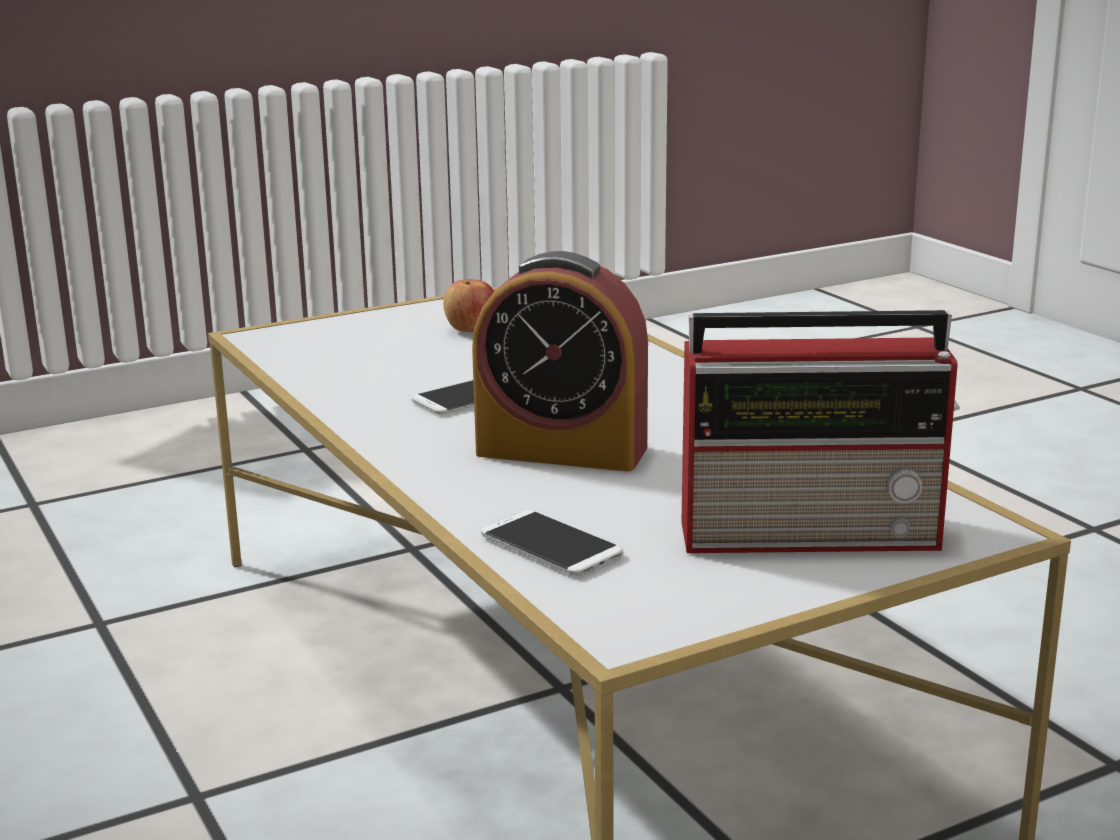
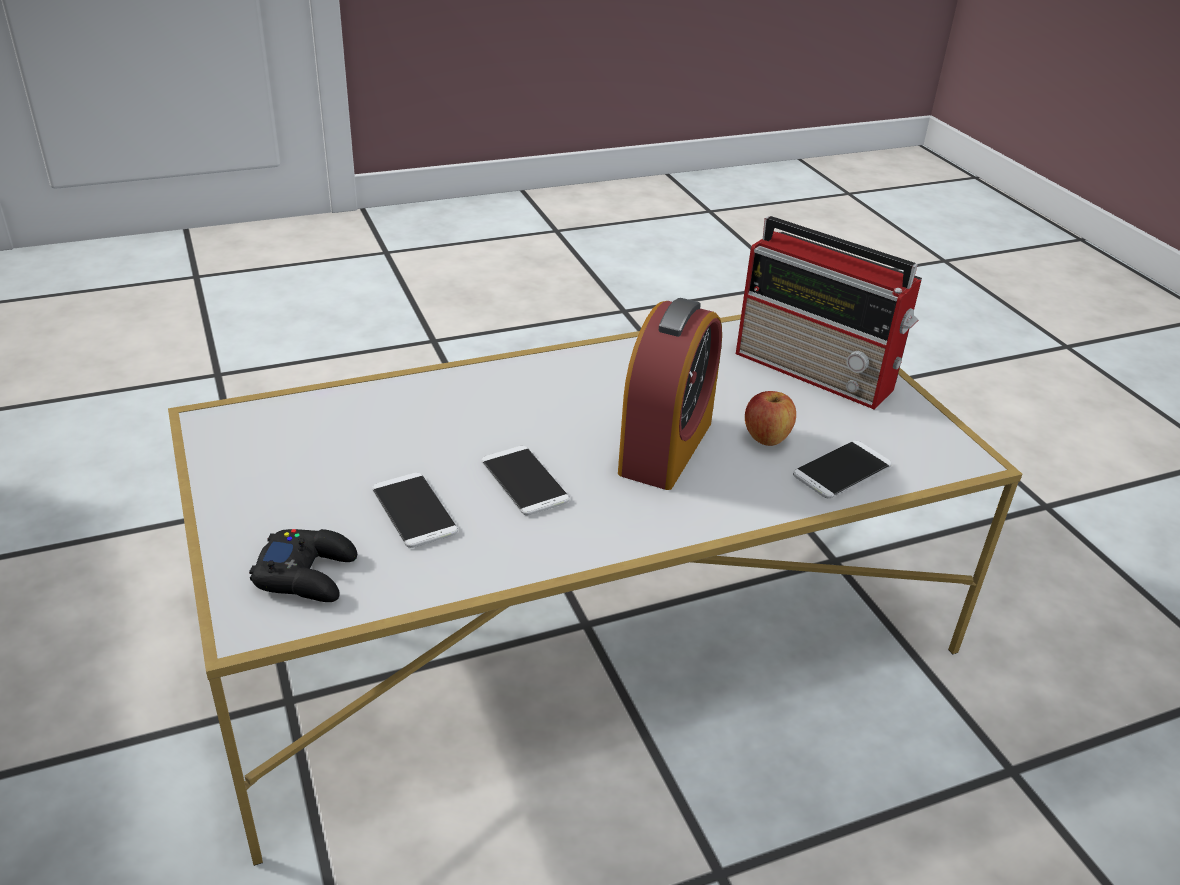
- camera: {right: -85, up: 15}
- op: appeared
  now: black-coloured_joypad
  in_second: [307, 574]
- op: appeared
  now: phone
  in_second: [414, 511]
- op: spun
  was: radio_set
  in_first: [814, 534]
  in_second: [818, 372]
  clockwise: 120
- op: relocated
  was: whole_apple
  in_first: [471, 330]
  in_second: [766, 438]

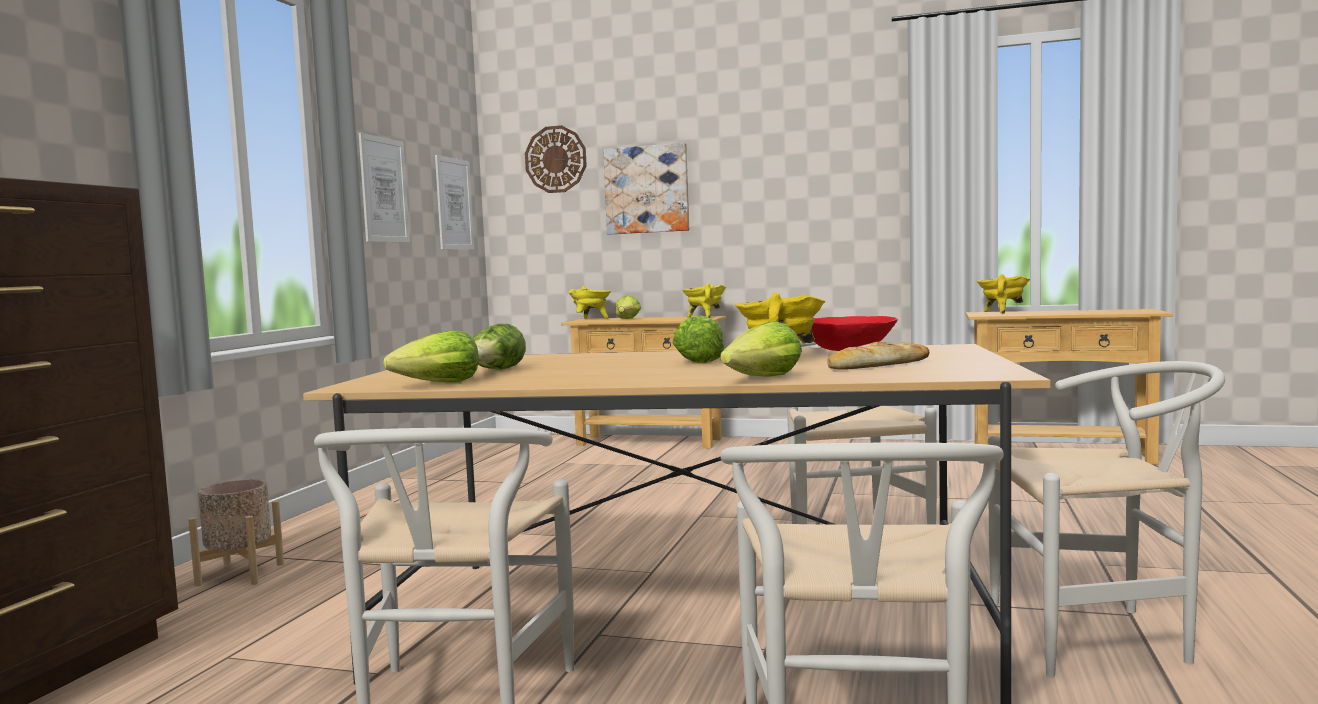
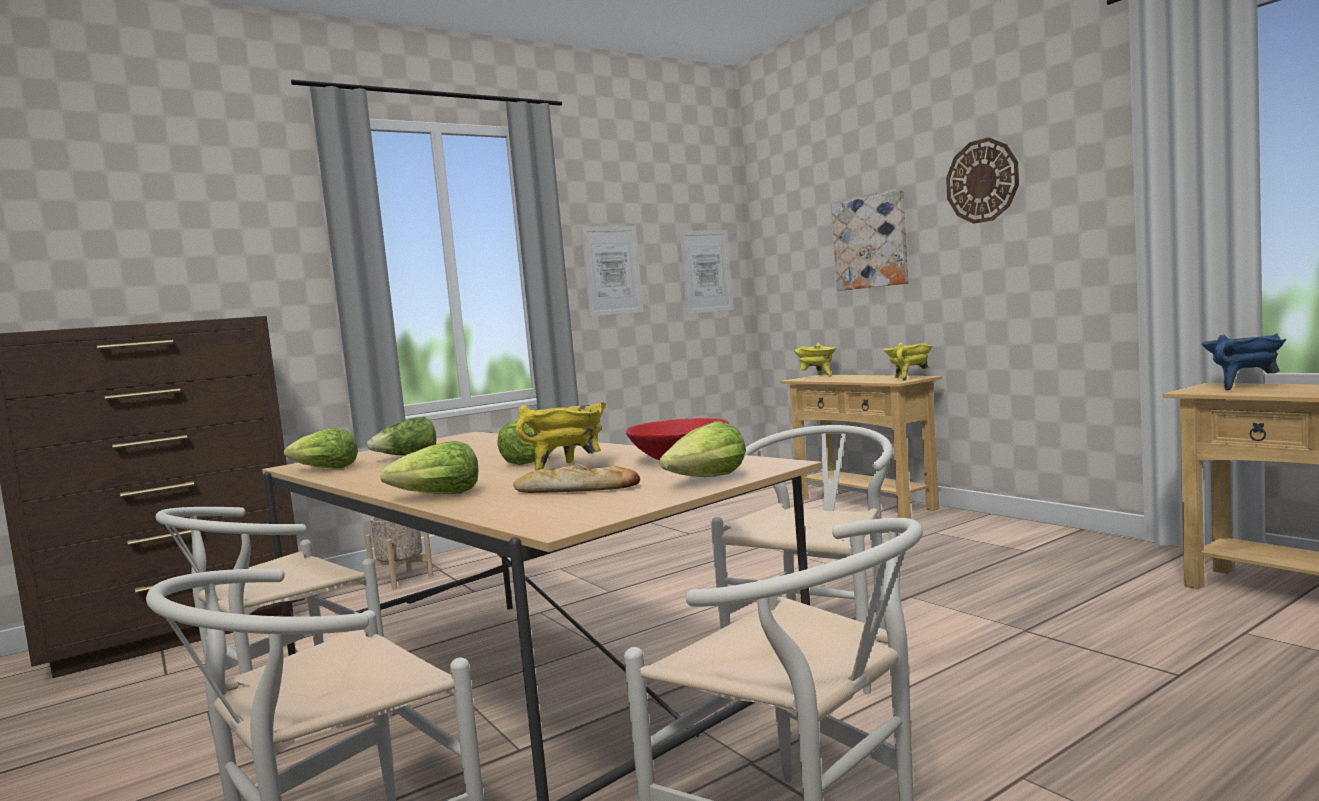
- camera: {right: 40, up: 0}
- op: relocated
  was: lettuce
  in_first: [627, 319]
  in_second: [708, 479]
- op: relocated
  was: hanging_clock
  in_first: [556, 159]
  in_second: [982, 181]
- op: colour
  was: yellow-coloured_cooking_pot
  now: blue-coloured_cooking_pot
  in_first: [1002, 312]
  in_second: [1242, 386]

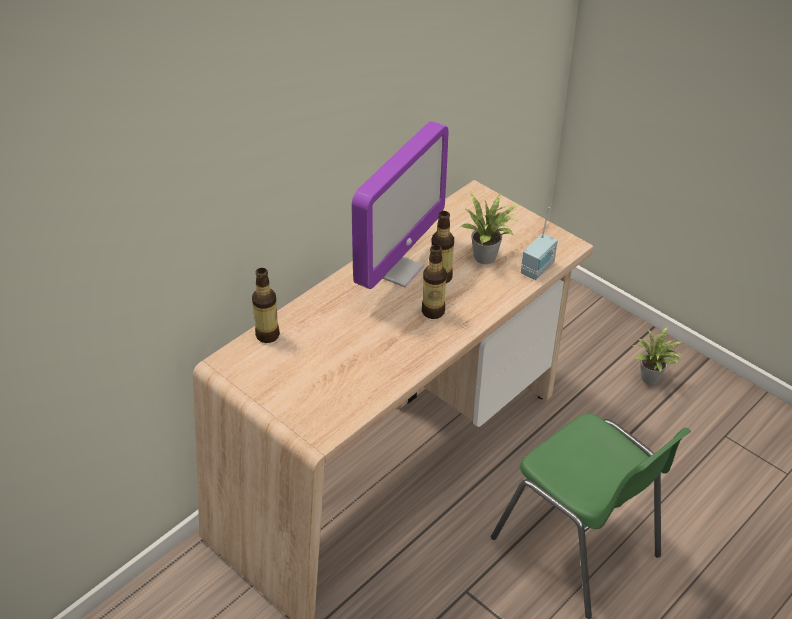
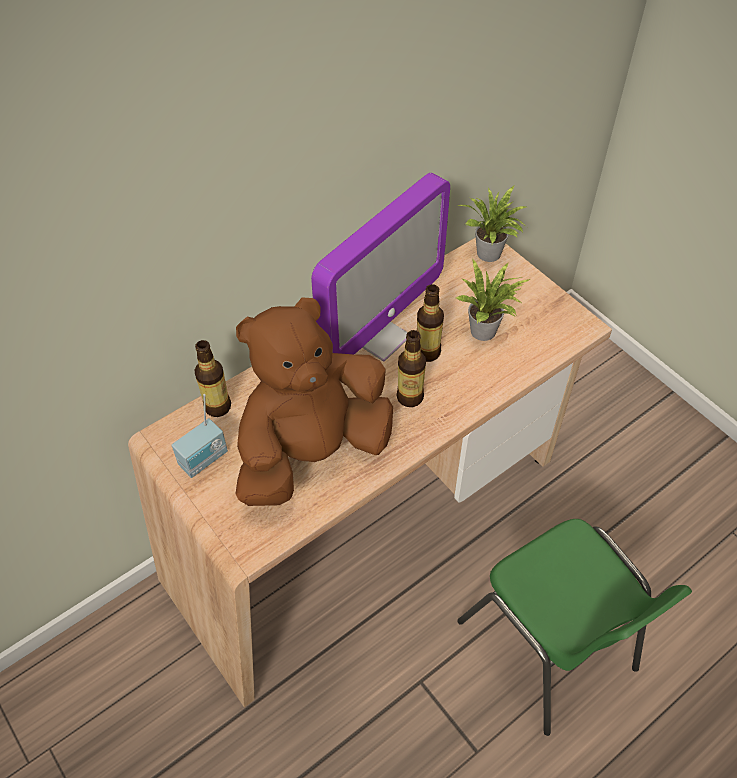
- camera: {right: 10, up: 10}
- op: relocated
  was: radio_set
  in_first: [538, 269]
  in_second: [204, 460]
- op: appeared
  now: brown-coloured_soft_toy
  in_second: [312, 451]
- op: relocated
  was: houseplant
  in_first: [651, 379]
  in_second: [490, 255]

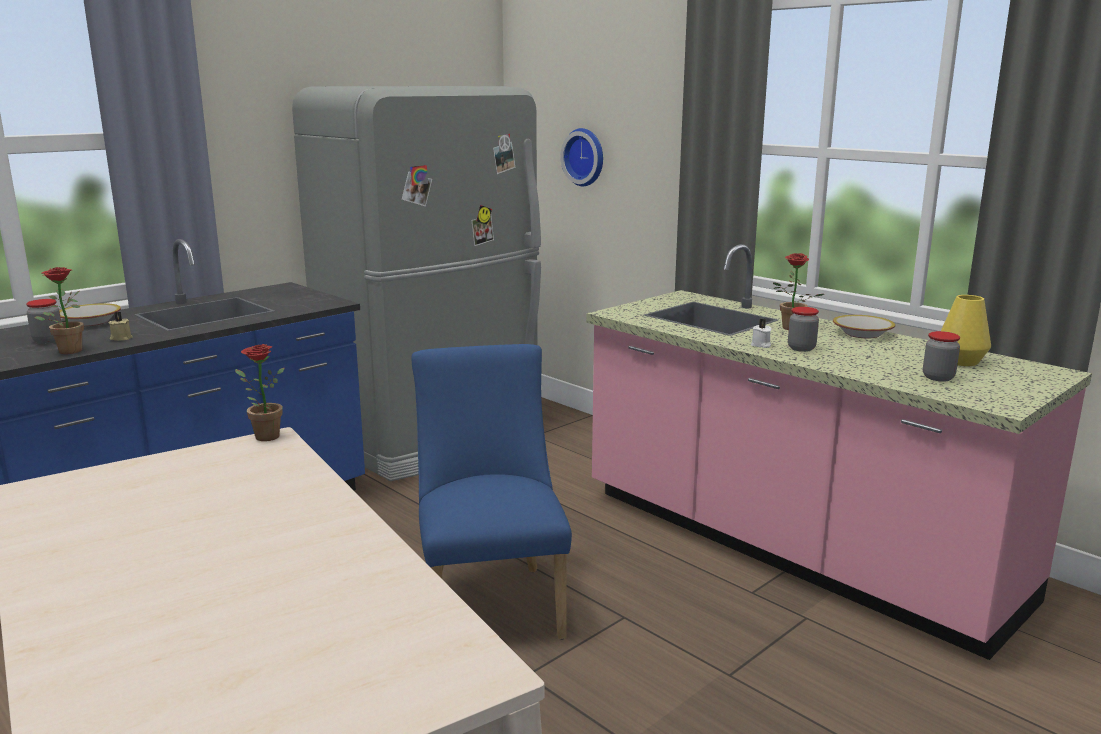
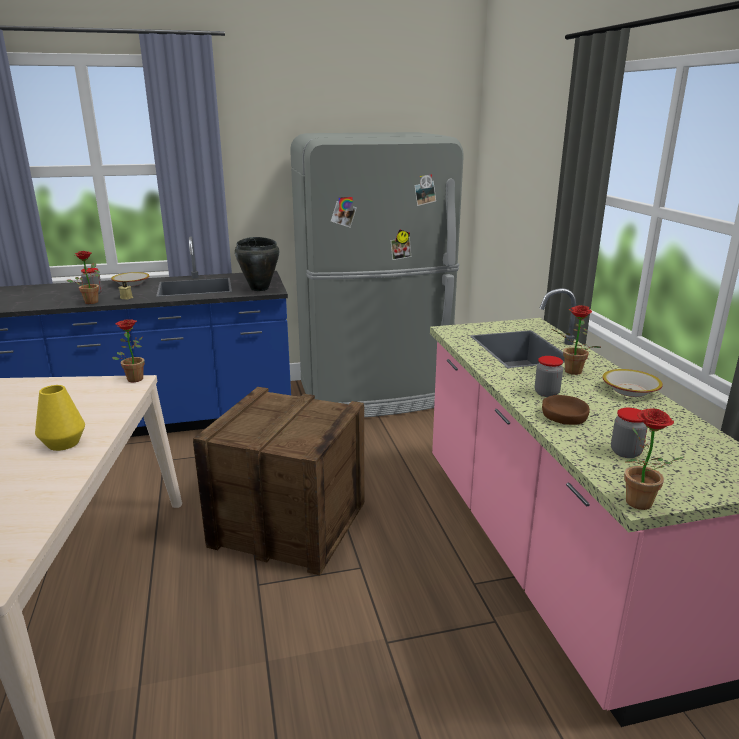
- camera: {right: 30, up: 5}
- op: relocated
  was: yellow-coloured_flower_vase
  in_first: [960, 361]
  in_second: [63, 443]
- op: exchanged
  was: blue-coloured_chair
  now: shipping_crate
  in_first: [491, 601]
  in_second: [289, 523]
- op: appeared
  now: black-coloured_cooking_pot
  in_second: [260, 288]
- op: appeared
  now: brown-coloured_bowl
  in_second: [564, 416]
- op: appeared
  now: houseplant
  in_second: [639, 506]
- op: missing
  was: hanging_clock
  in_first: [585, 157]
- op: missing
  was: whitish_candle
  in_first: [761, 345]

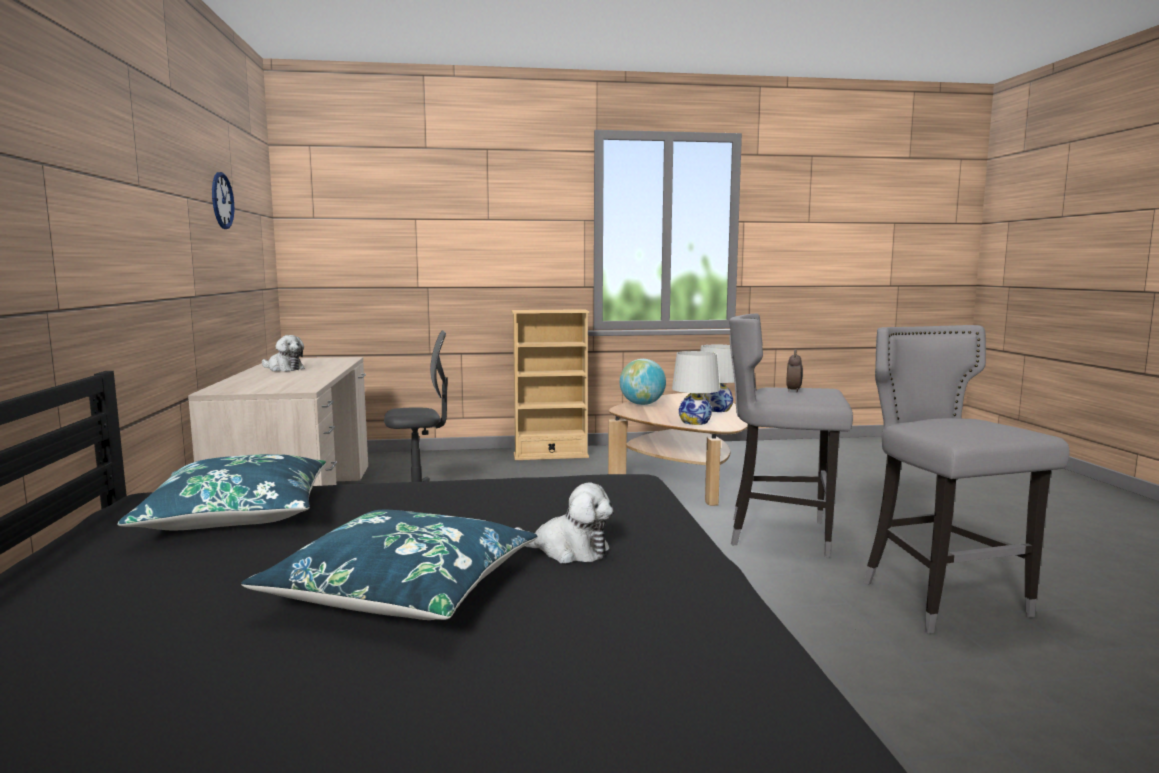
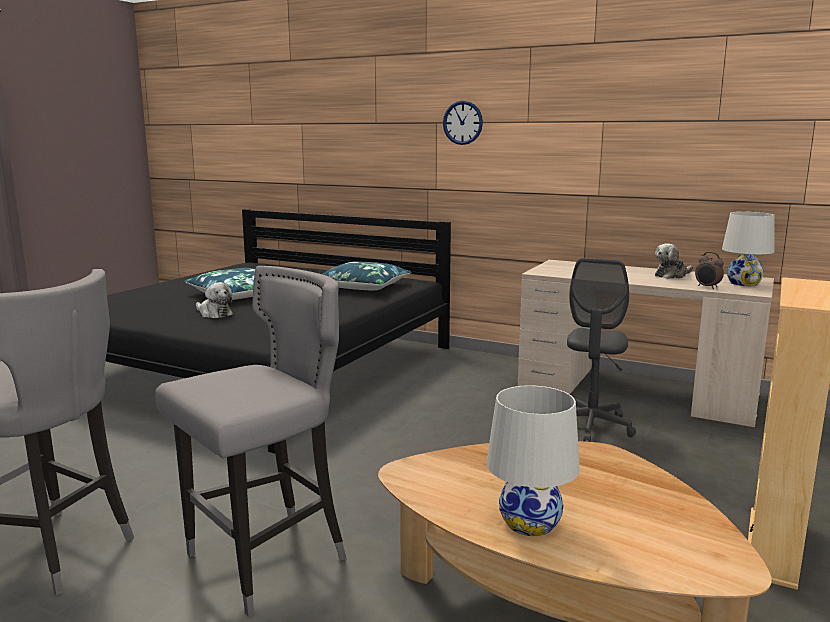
- camera: {right: 125, up: 5}
- op: spun
  was: soft_toy
  in_first: [568, 550]
  in_second: [214, 314]
  clockwise: -105
- op: relocated
  was: hanging_clock
  in_first: [222, 200]
  in_second: [462, 122]
- op: relocated
  was: bedside_clock
  in_first: [794, 391]
  in_second: [707, 287]
- op: relocated
  was: whitish_lamp_for_a_table
  in_first: [695, 422]
  in_second: [743, 283]
- op: missing
  was: globe
  in_first: [642, 404]

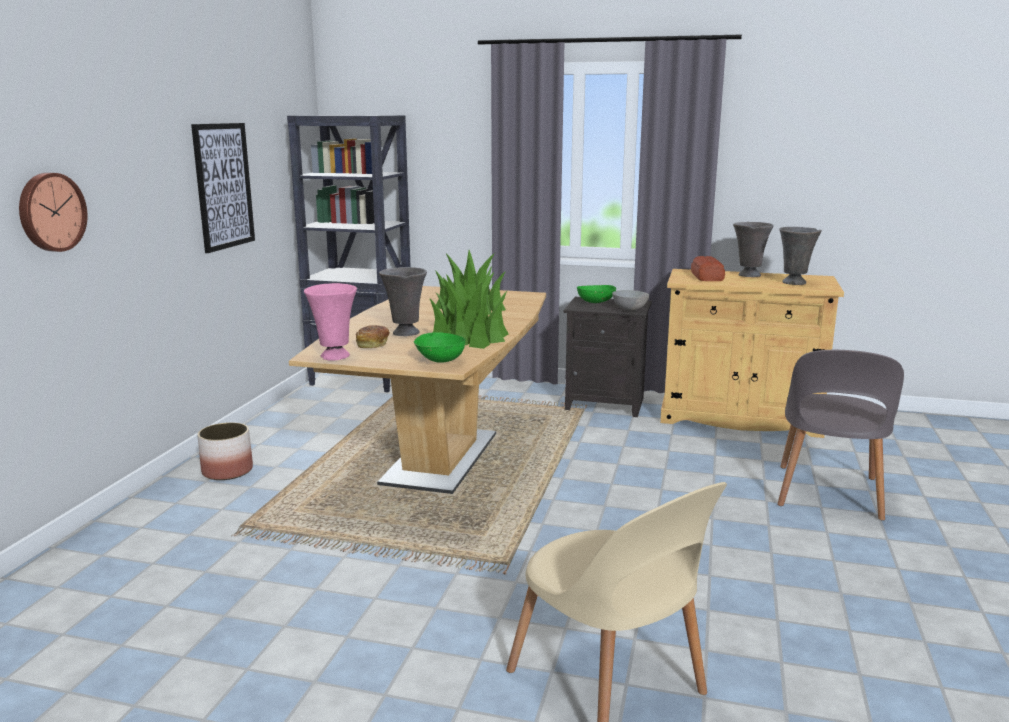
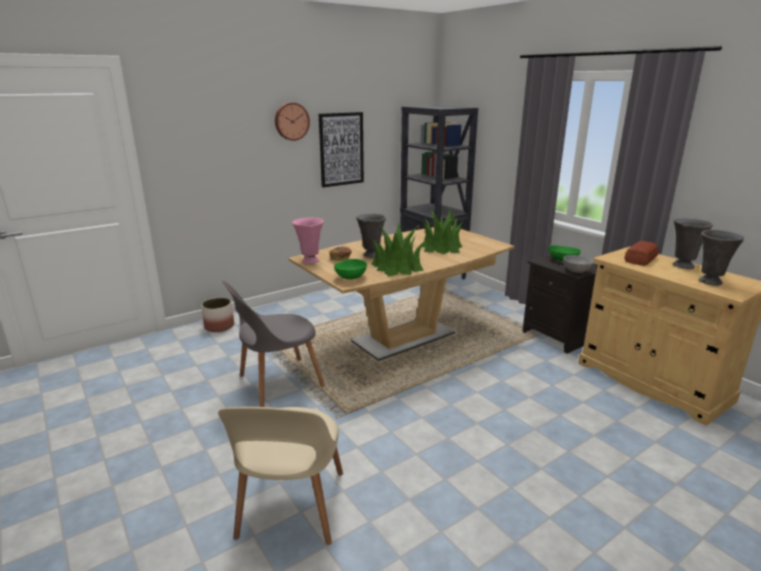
- camera: {right: 40, up: 5}
- op: relocated
  was: flower_pot
  in_first: [227, 471]
  in_second: [219, 326]
- op: relocated
  was: grey_chair
  in_first: [828, 494]
  in_second: [277, 382]
- op: relocated
  was: hanging_clock
  in_first: [50, 212]
  in_second: [291, 121]

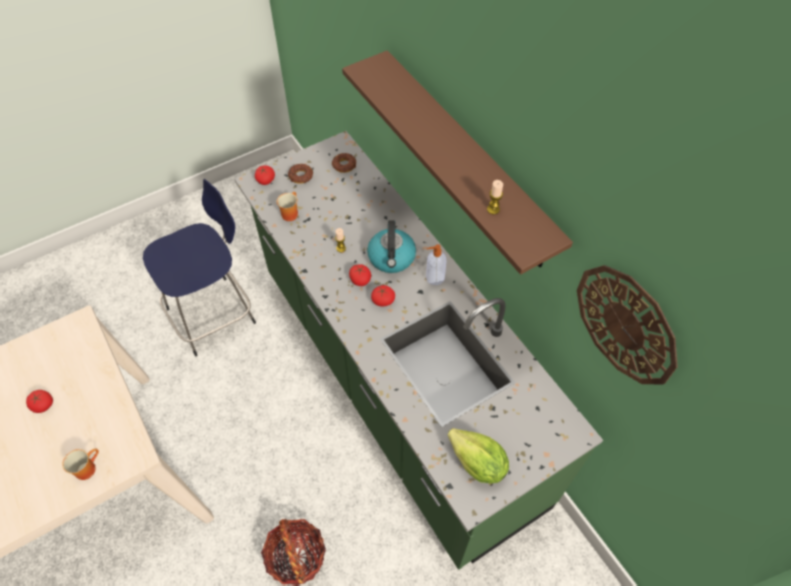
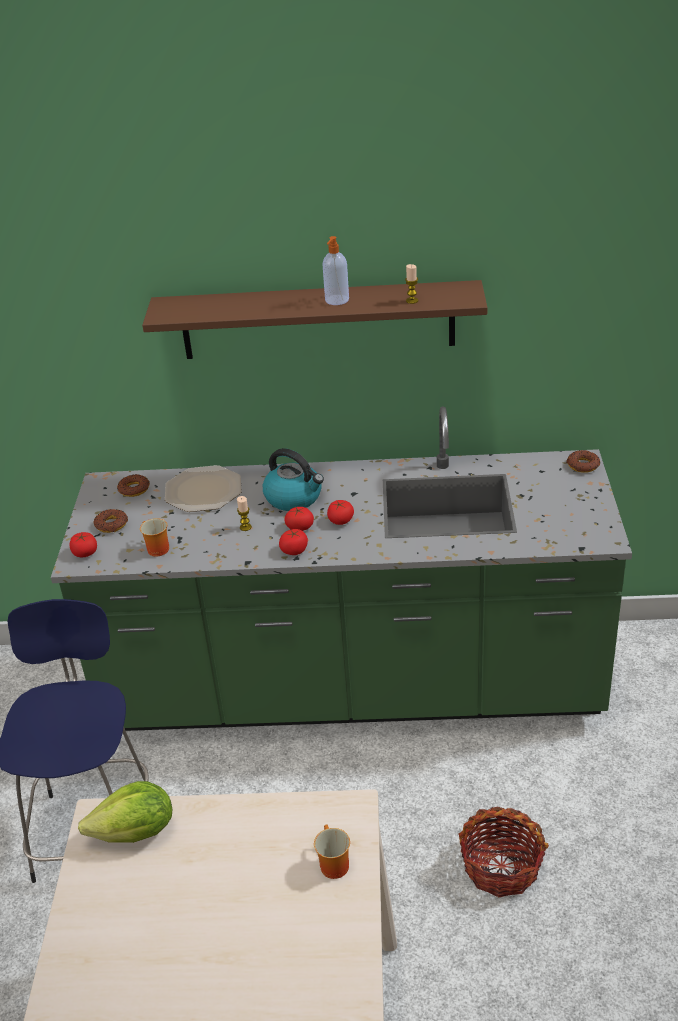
- camera: {right: -55, up: -20}
- op: relocated
  was: lettuce
  in_first: [477, 463]
  in_second: [136, 833]
- op: appeared
  now: flat_dish
  in_second: [204, 490]
- op: relocated
  was: whole_tomato
  in_first: [43, 405]
  in_second: [294, 550]
- op: relocated
  was: liquid_soap_bottle
  in_first: [434, 277]
  in_second: [336, 300]
- op: appeared
  now: doughnut
  in_second: [583, 465]
- op: missing
  was: hanging_clock
  in_first: [626, 324]

